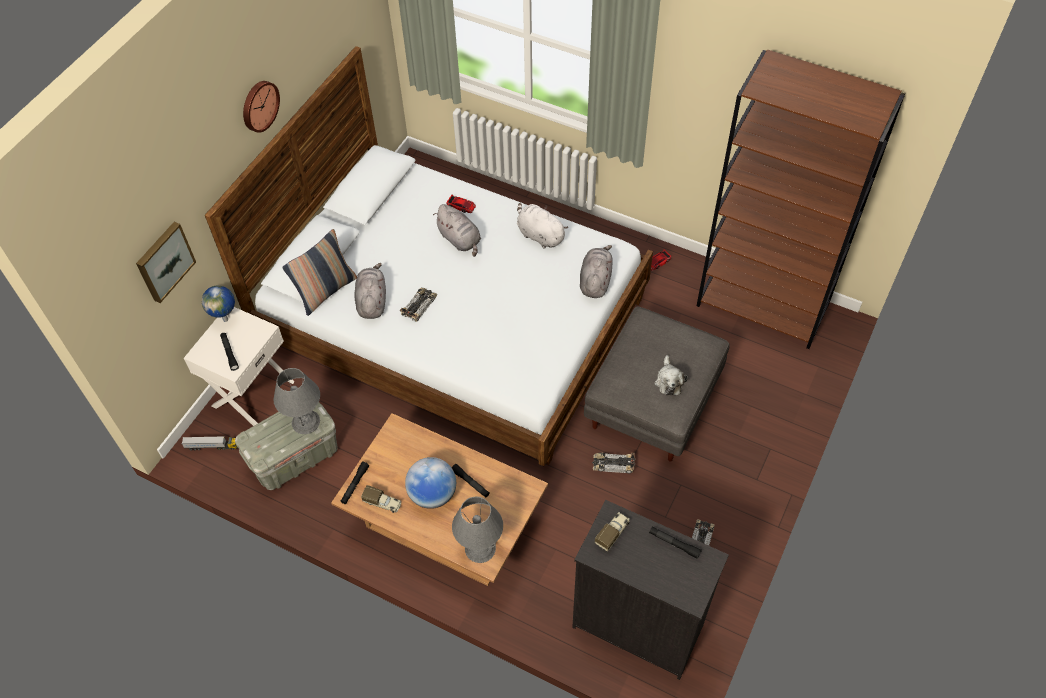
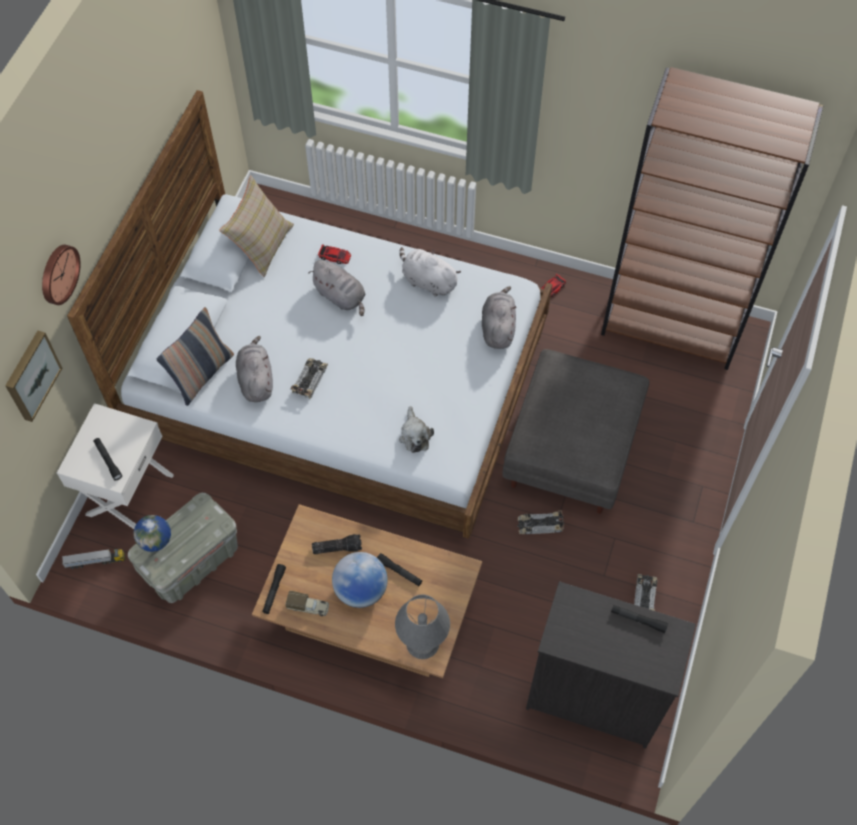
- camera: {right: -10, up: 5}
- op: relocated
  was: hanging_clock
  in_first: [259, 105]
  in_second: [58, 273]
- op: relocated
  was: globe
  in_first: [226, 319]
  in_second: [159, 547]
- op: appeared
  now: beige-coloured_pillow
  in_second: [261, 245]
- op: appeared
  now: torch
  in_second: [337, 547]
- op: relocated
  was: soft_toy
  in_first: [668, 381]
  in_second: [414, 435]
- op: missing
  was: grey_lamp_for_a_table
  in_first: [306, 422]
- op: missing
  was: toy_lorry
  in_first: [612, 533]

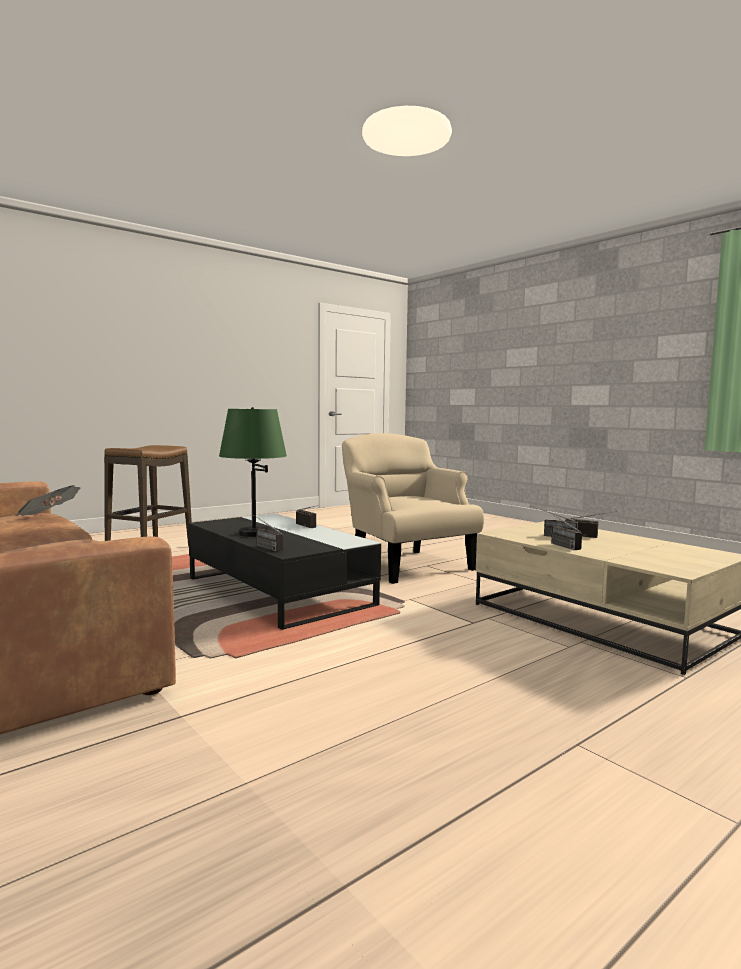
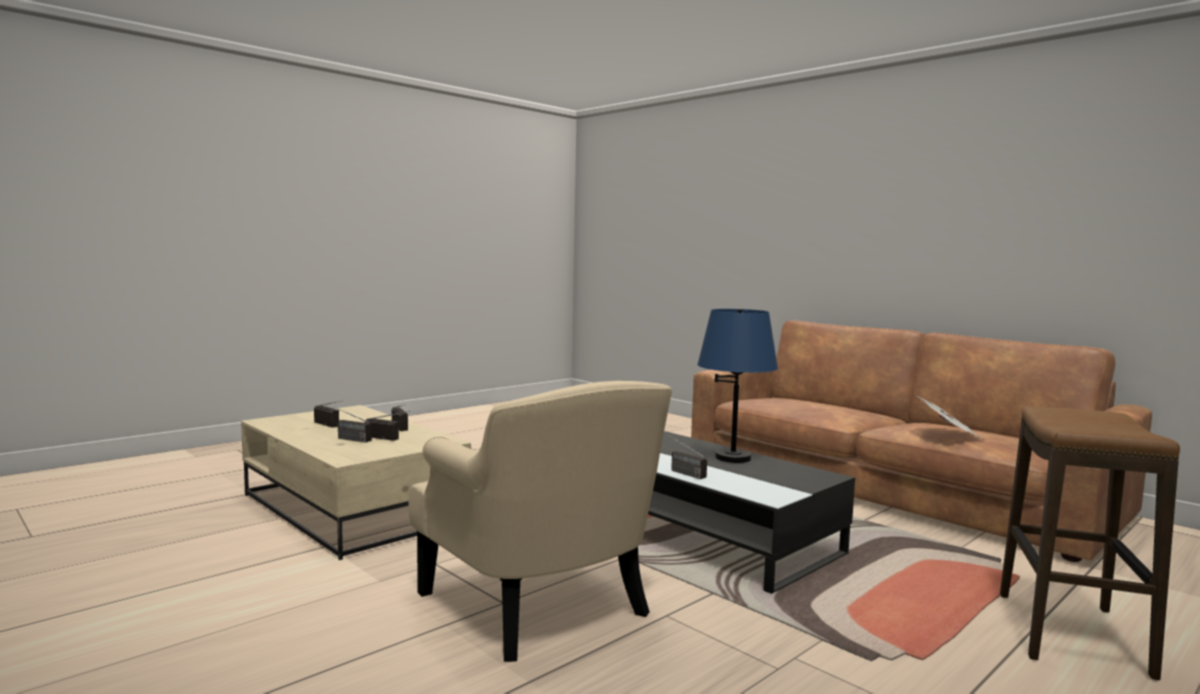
- camera: {right: 175, up: 0}
- op: relocated
  was: radio_set
  in_first: [263, 546]
  in_second: [332, 425]
- op: colour
  was: greenish_lamp_for_a_table
  now: blue-coloured_lamp_for_a_table
  in_first: [253, 533]
  in_second: [733, 458]

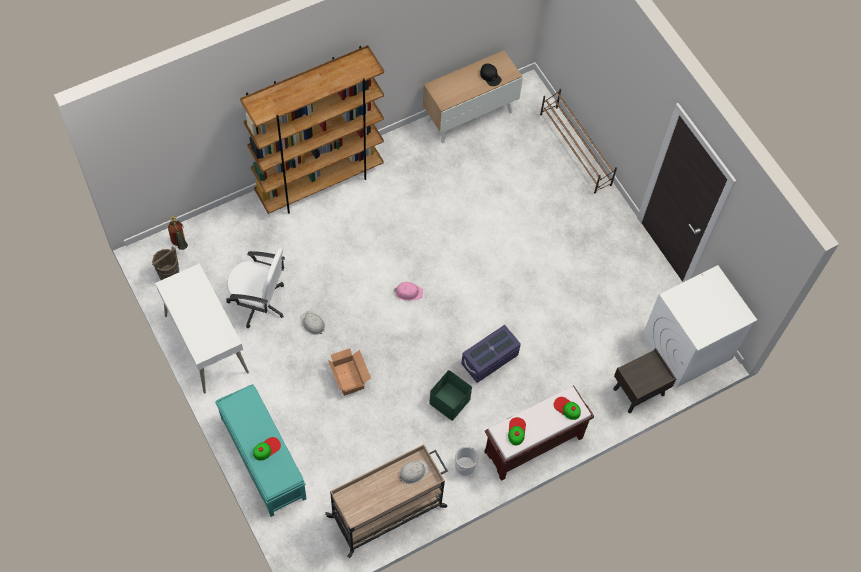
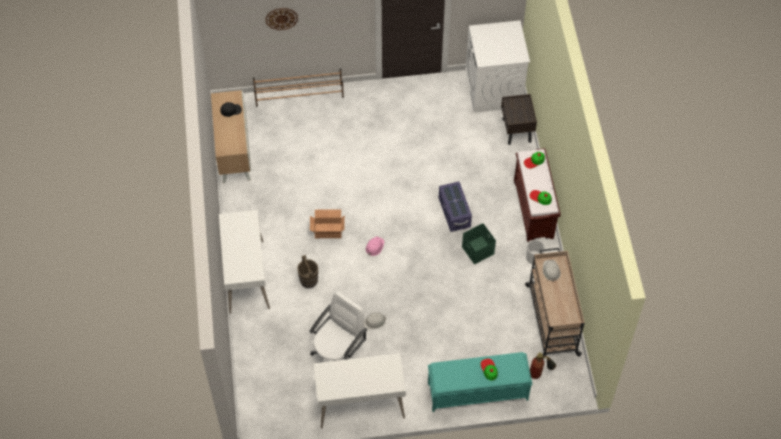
- camera: {right: -65, up: -5}
- op: exchanged
  was: brown-coloured_bookcase
  now: whitish_desk_unit
  in_first: [320, 182]
  in_second: [246, 277]
- op: appeared
  now: hanging_clock
  in_second: [281, 18]
- op: relocated
  was: brown-coloured_water_bucket
  in_first: [168, 273]
  in_second: [309, 281]
- op: relocated
  was: packing_box
  in_first: [349, 376]
  in_second: [327, 229]
- op: relocated
  was: extinguisher
  in_first: [180, 245]
  in_second: [540, 373]

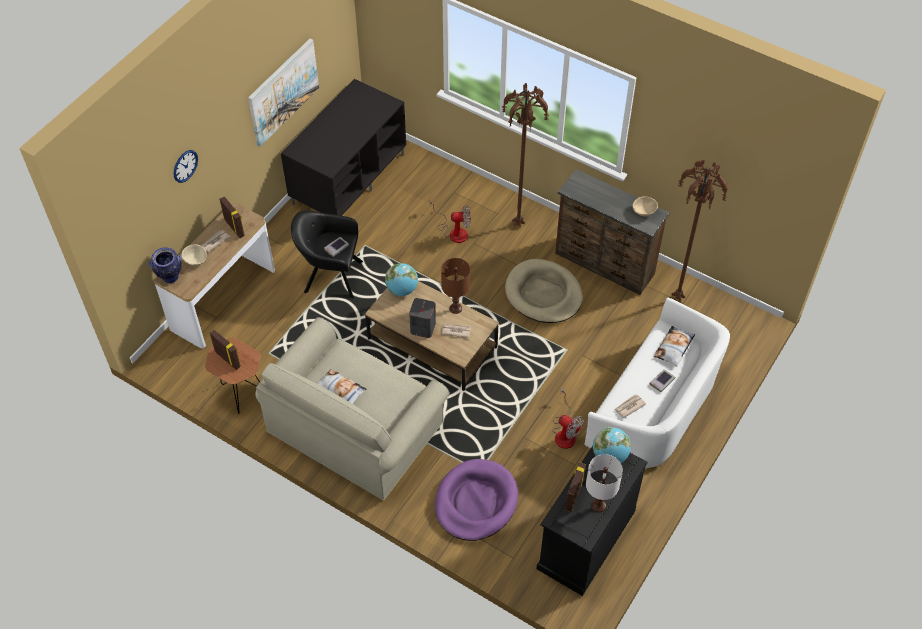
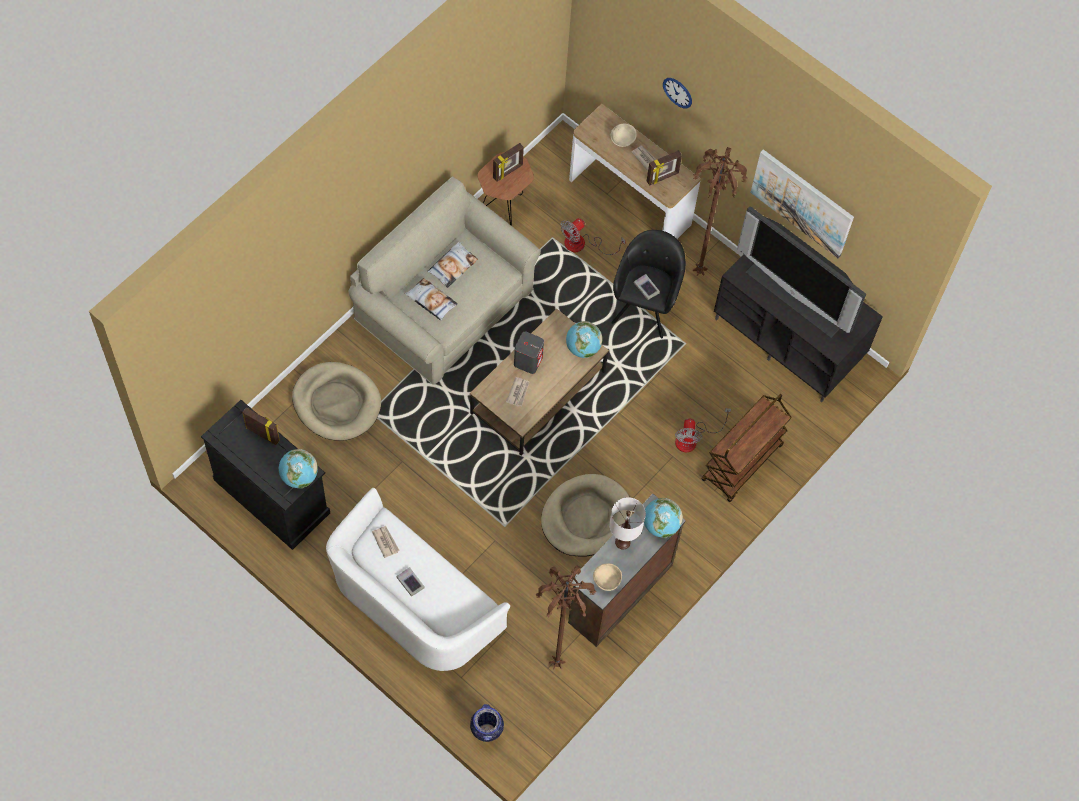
- camera: {right: 95, up: 10}
- op: colour
  was: purplish_dog_cushion
  now: beige-coloured_dog_cushion
  in_first: [475, 502]
  in_second: [337, 403]
- op: relocated
  was: pillow
  in_first: [674, 348]
  in_second: [431, 301]
- op: relocated
  was: flower_vase
  in_first: [170, 278]
  in_second: [486, 731]
- op: relocated
  was: fan
  in_first: [564, 432]
  in_second: [582, 244]
- op: relocated
  was: whitish_lamp_for_a_table
  in_first: [598, 505]
  in_second: [622, 542]
- op: appeared
  now: globe
  in_second: [660, 525]
- op: relocated
  was: brown-coloured_standard_lamp
  in_first: [519, 224]
  in_second: [699, 273]
- op: appeared
  now: brown-coloured_wheeled_cart
  in_second: [742, 464]
- op: appeared
  now: television
  in_second: [798, 294]
- op: missing
  was: brown-coloured_lamp_for_a_table
  in_first: [455, 308]

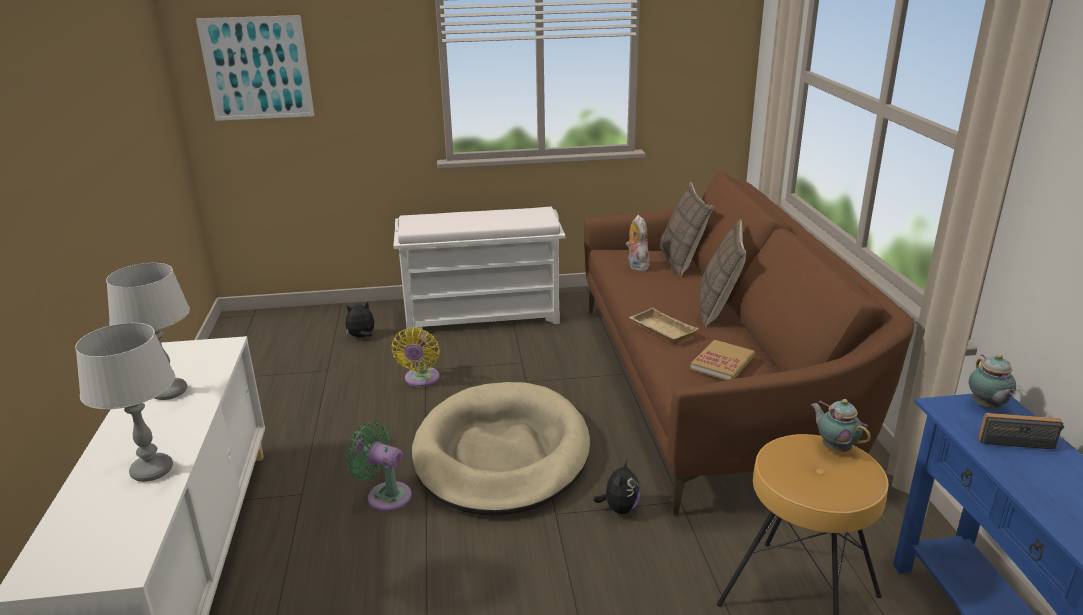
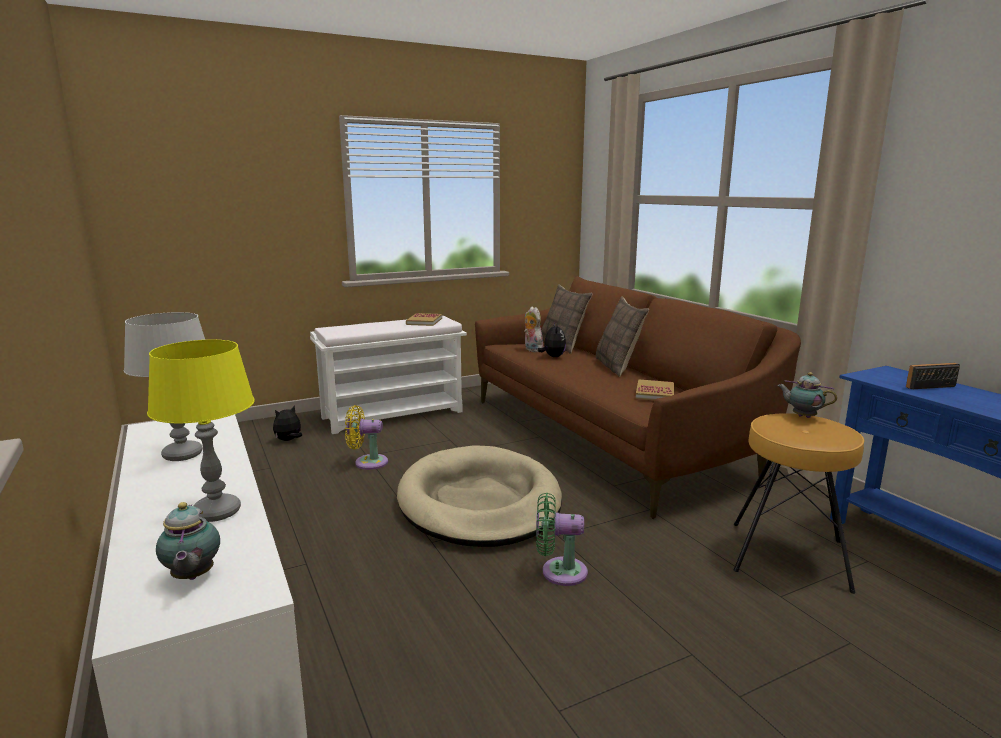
- camera: {right: -20, up: -10}
- op: colour
  was: grey_lamp_for_a_table
  now: yellow-coloured_lamp_for_a_table
  in_first: [152, 471]
  in_second: [217, 512]
- op: relocated
  was: tea_pot
  in_first: [987, 407]
  in_second: [192, 577]
- op: spun
  was: yellow-coloured_fan
  in_first: [421, 380]
  in_second: [367, 462]
  clockwise: 105
- op: appeared
  now: book
  in_second: [424, 321]
- op: relocated
  was: greenish_fan
  in_first: [385, 495]
  in_second: [559, 571]
- op: relocated
  was: soft_toy
  in_first: [619, 508]
  in_second: [552, 357]
- op: missing
  was: picture
  in_first: [257, 68]
- op: missing
  was: beige-coloured_carrying_tray
  in_first: [660, 331]

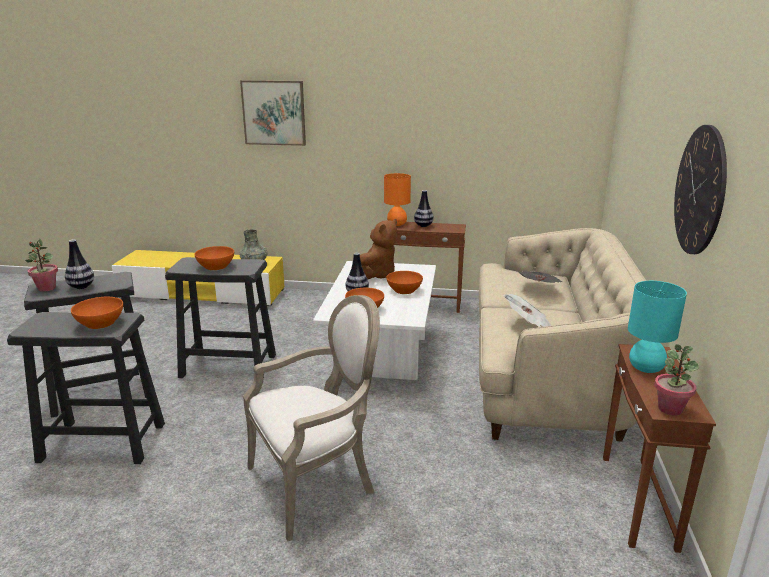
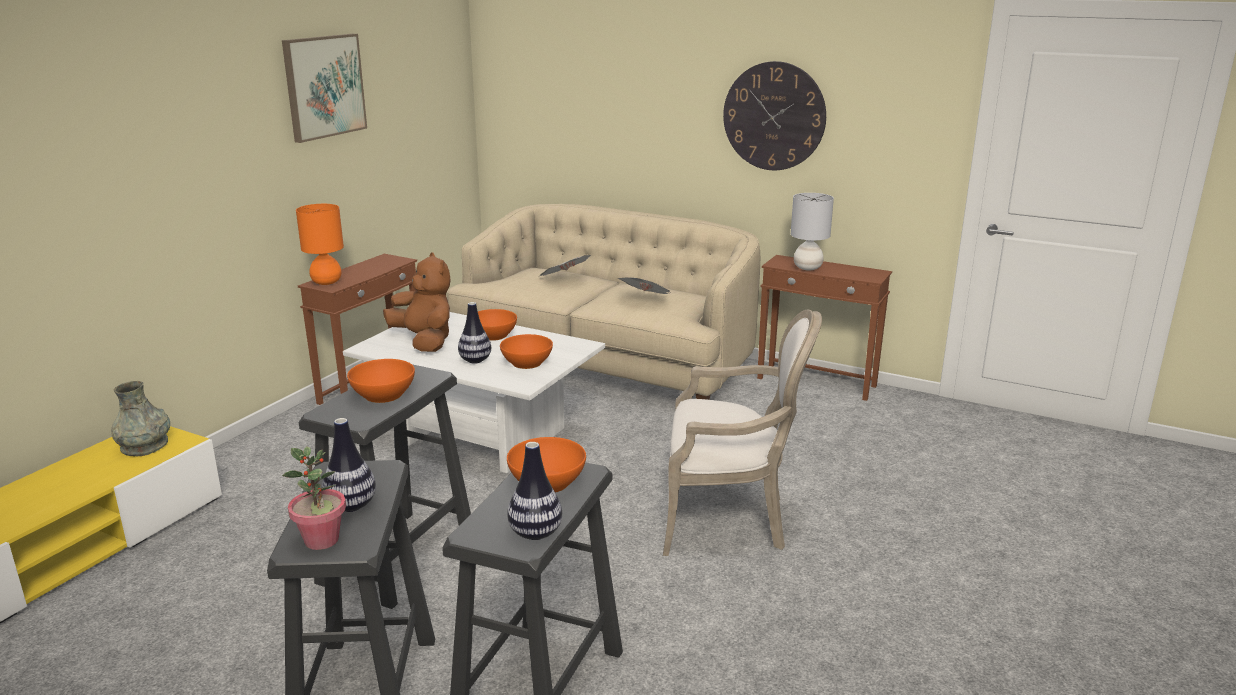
- camera: {right: -70, up: 0}
- op: relocated
  was: picture
  in_first: [274, 113]
  in_second: [324, 86]
- op: relocated
  was: flower_vase
  in_first: [423, 225]
  in_second: [535, 533]
- op: spun
  was: lounge_chair
  in_first: [317, 483]
  in_second: [729, 520]
  clockwise: 105
- op: colour
  was: turquoise-coloured_lamp_for_a_table
  now: grey_lamp_for_a_table
  in_first: [645, 368]
  in_second: [807, 268]
- op: missing
  was: houseplant
  in_first: [670, 409]

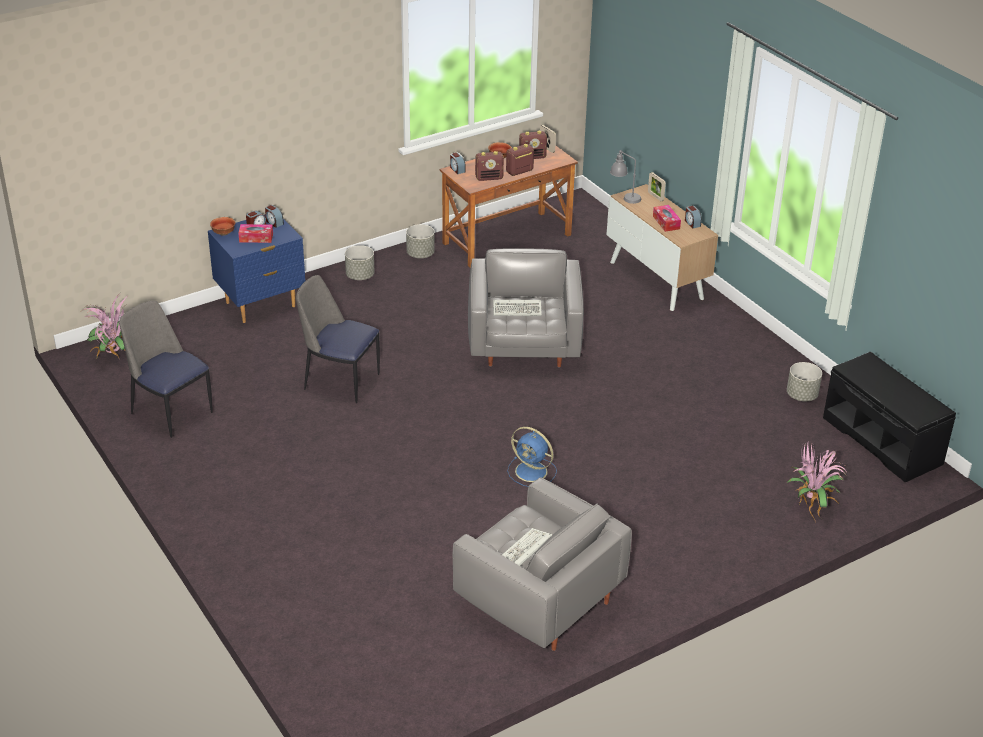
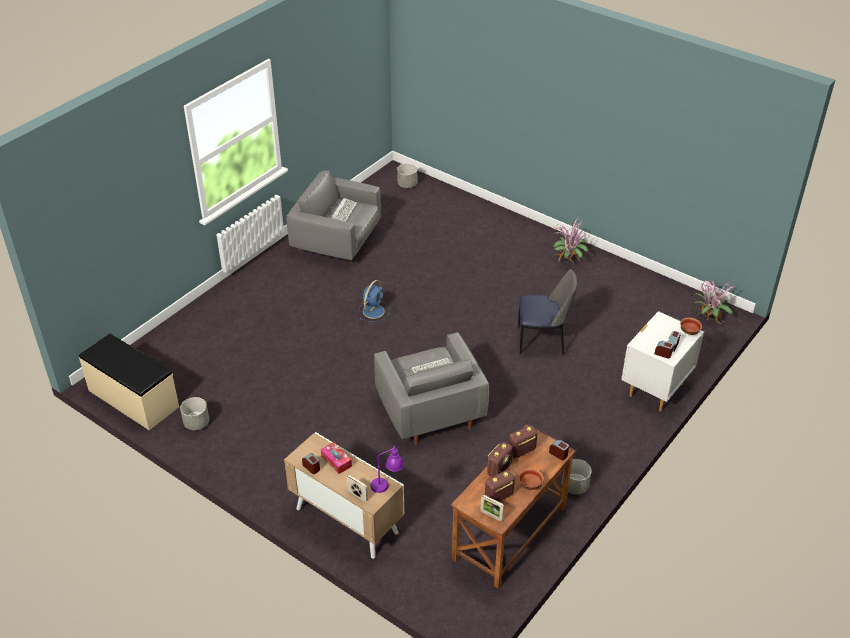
- camera: {right: 160, up: 5}
- op: colour
  was: black-coloured_bench
  now: beige-coloured_bench
  in_first: [882, 440]
  in_second: [133, 399]
- op: spun
  was: blue-coloured_fan
  in_first: [532, 472]
  in_second: [374, 310]
  clockwise: 105
- op: colour
  was: grey_lamp_for_a_table
  now: purplish_lamp_for_a_table
  in_first: [624, 198]
  in_second: [387, 484]
- op: relocated
  was: grey_flower_pot
  in_first: [360, 276]
  in_second: [407, 185]
- op: relocated
  was: houseplant
  in_first: [812, 503]
  in_second: [568, 261]
- op: colour
  was: blue-coloured_nightstand
  now: whitish_nightstand
  in_first: [261, 305]
  in_second: [655, 389]
- op: missing
  was: chair
  in_first: [170, 411]
- op: missing
  was: box_of_tissues
  in_first: [256, 238]

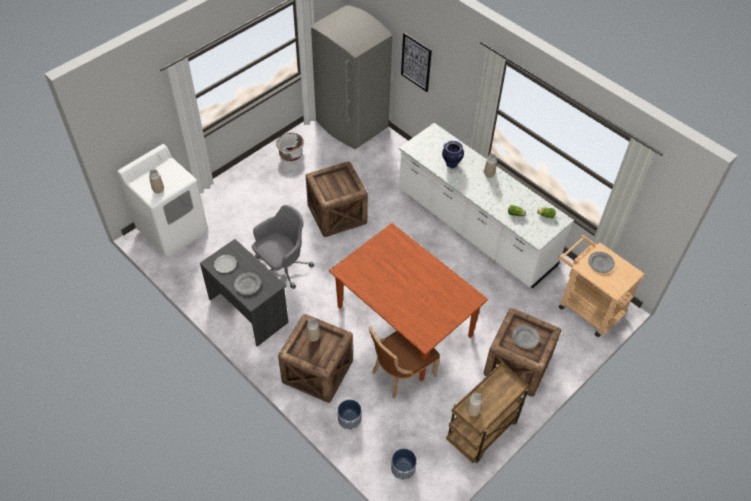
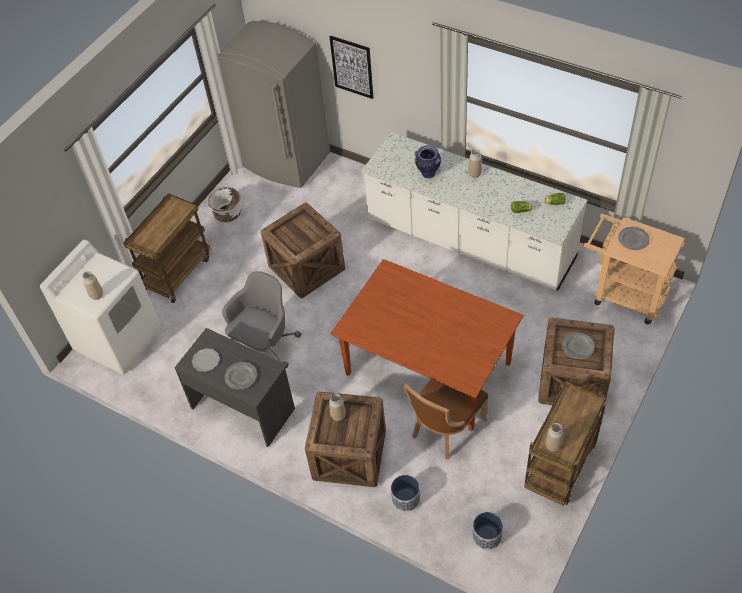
- camera: {right: -10, up: 0}
- op: appeared
  now: brown-coloured_wheeled_cart
  in_second: [177, 272]

